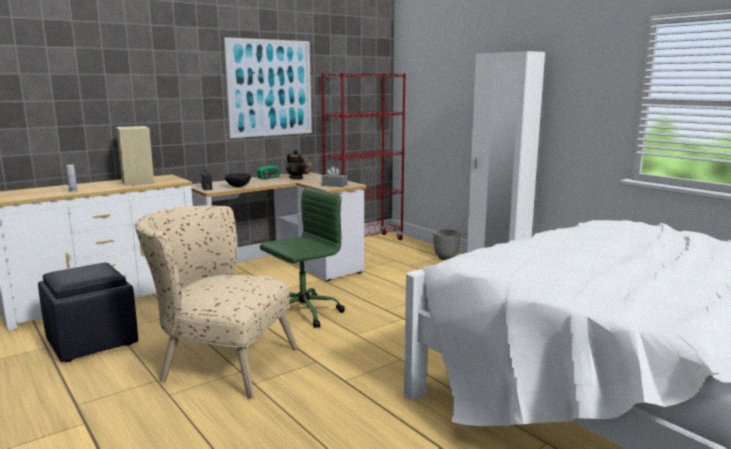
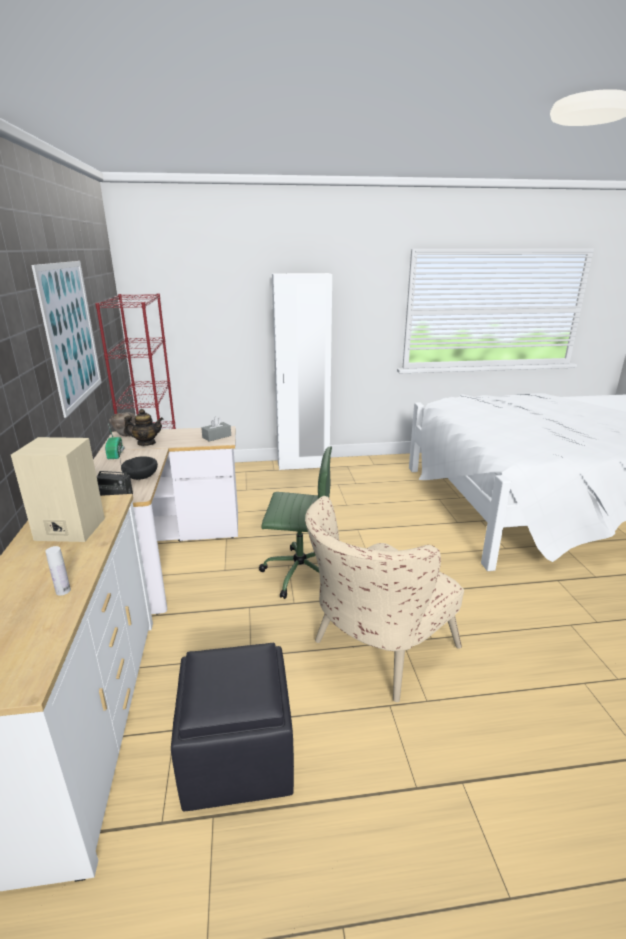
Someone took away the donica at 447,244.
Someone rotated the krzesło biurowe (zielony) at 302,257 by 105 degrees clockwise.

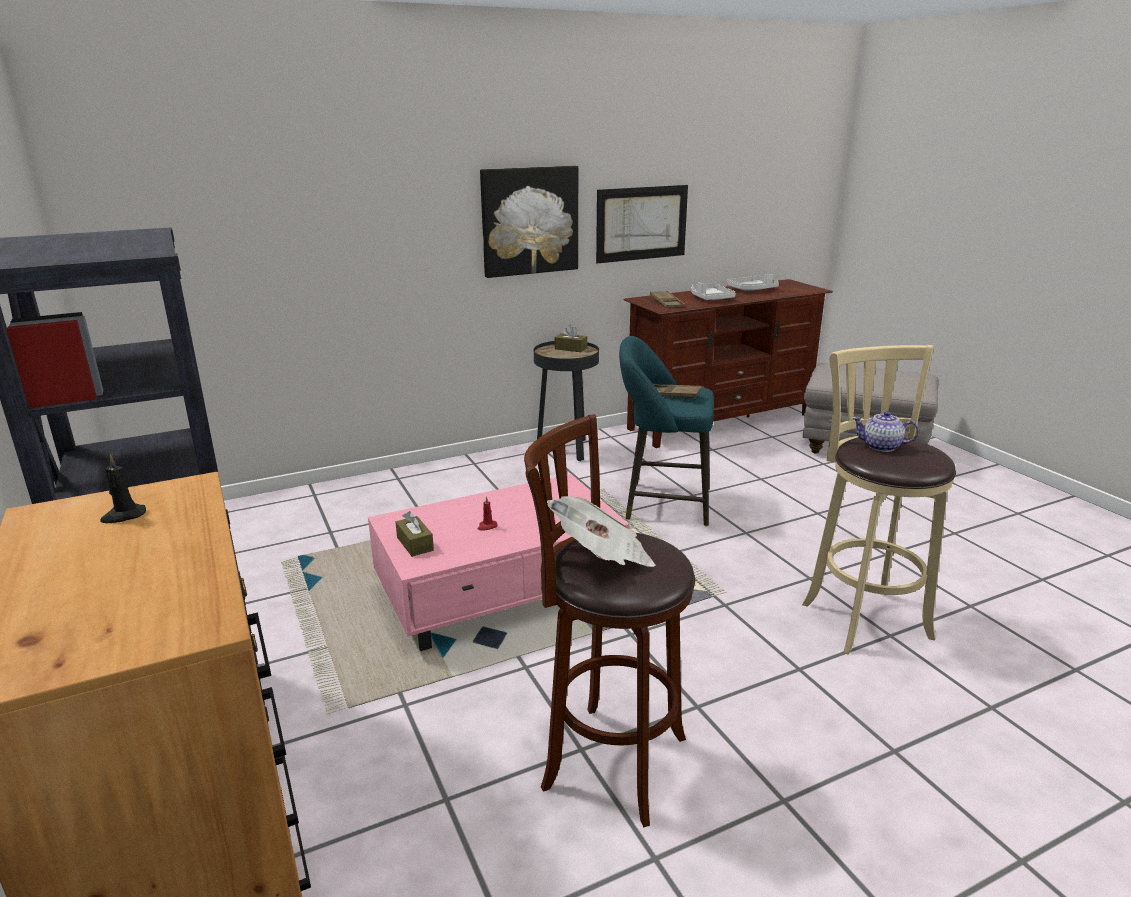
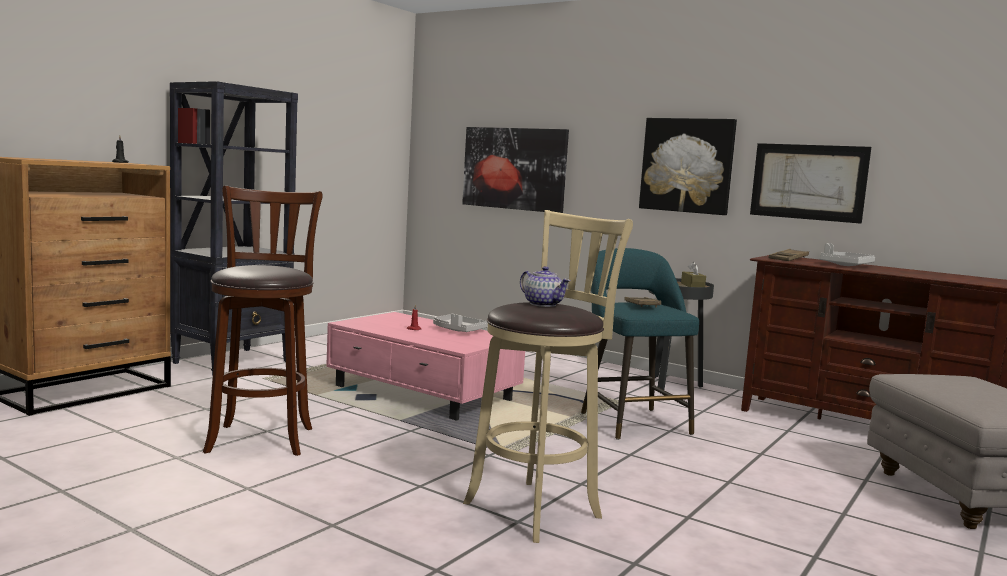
Someone took away the pudełko chusteczek (brązowy) at 415,534.
Someone took away the gazeta at 601,531.
Someone put up the obraz at 515,170.
Someone carried the taca (szary) from 752,282 to 460,322.
Someone rotated the imbryk at 885,431 by 150 degrees clockwise.

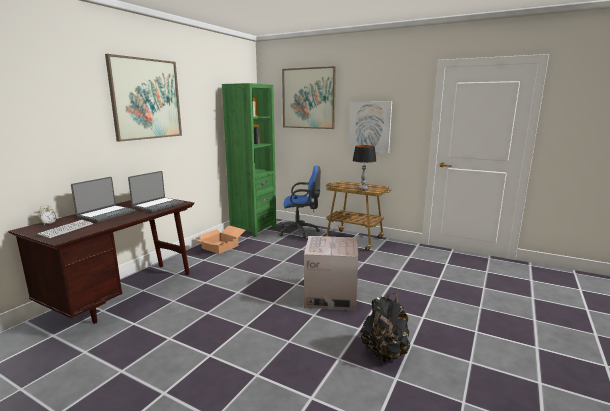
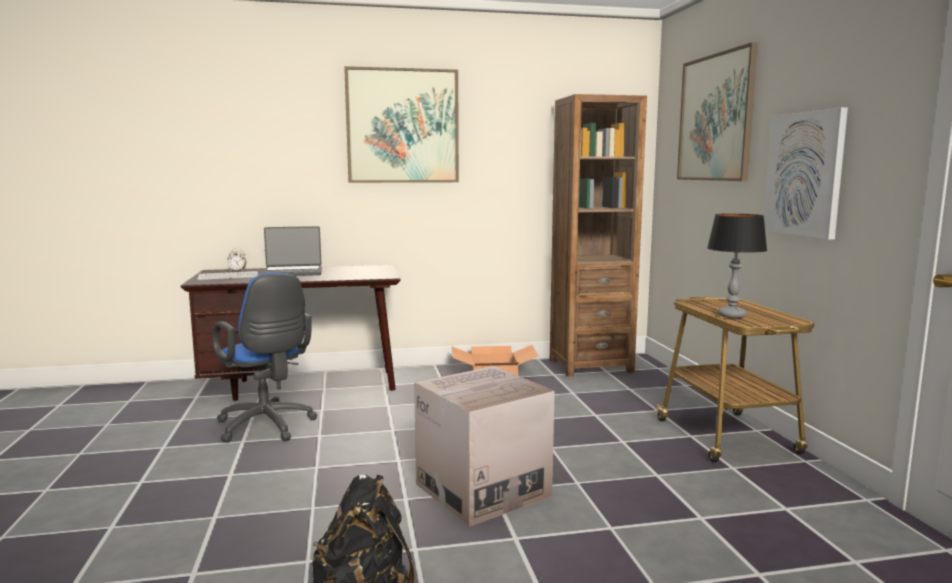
Someone took away the laptop at 156,191.
Someone carried the krzesło biurowe (niebieski) from 300,202 to 264,357.
Someone repainted the regał (zielony) at 249,160, which became the regał (brązowy) at 598,235.

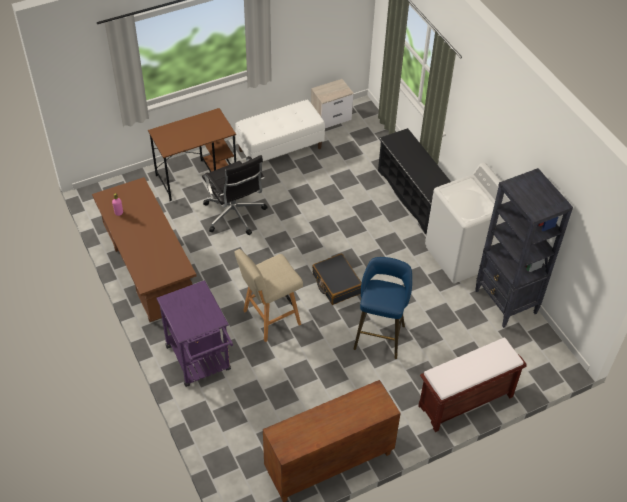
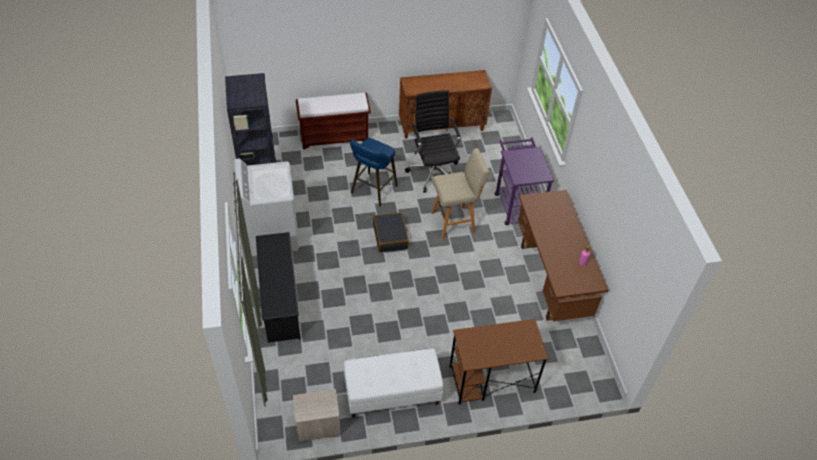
Someone carried the krzesło biurowe (czarny) from 235,195 to 433,141.

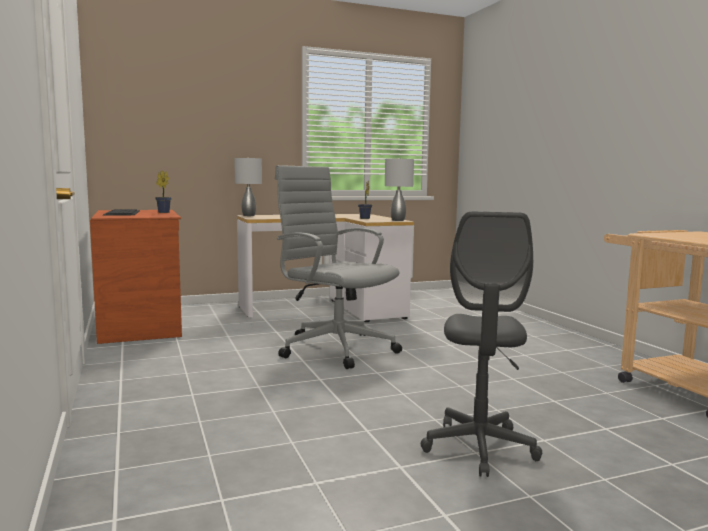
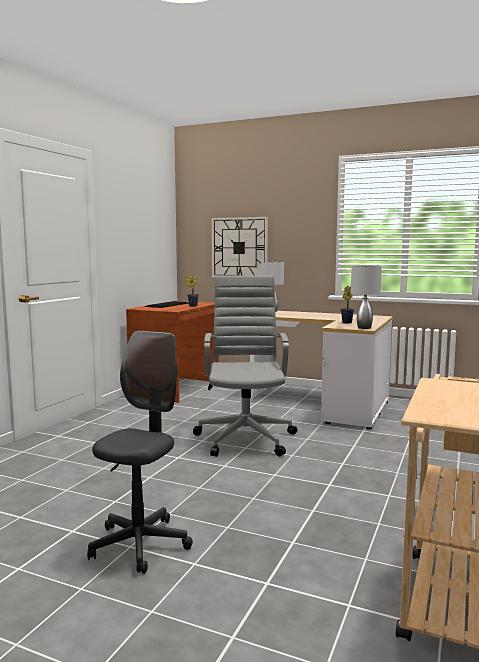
Someone put up the zegar ścienny at 239,247.
Someone rotated the krzesło biurowe (szary) at 481,344 by 150 degrees clockwise.

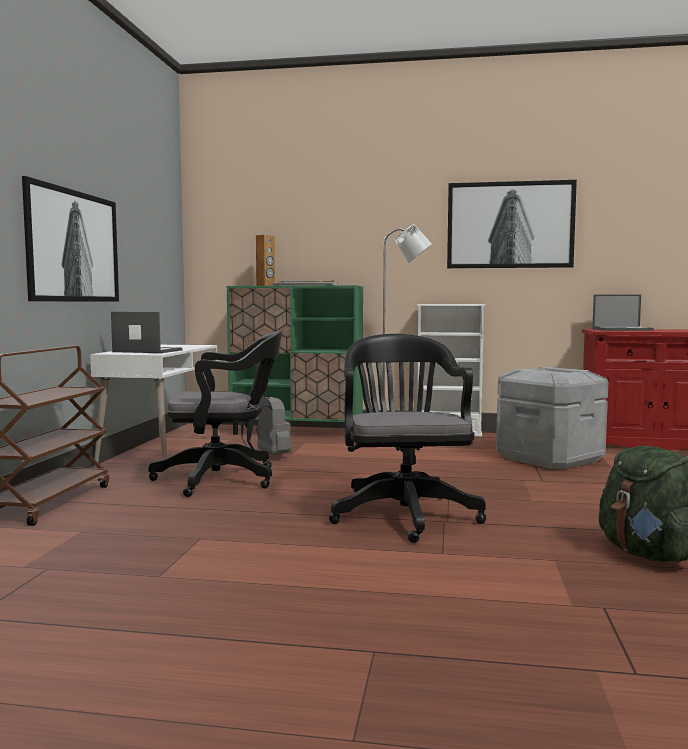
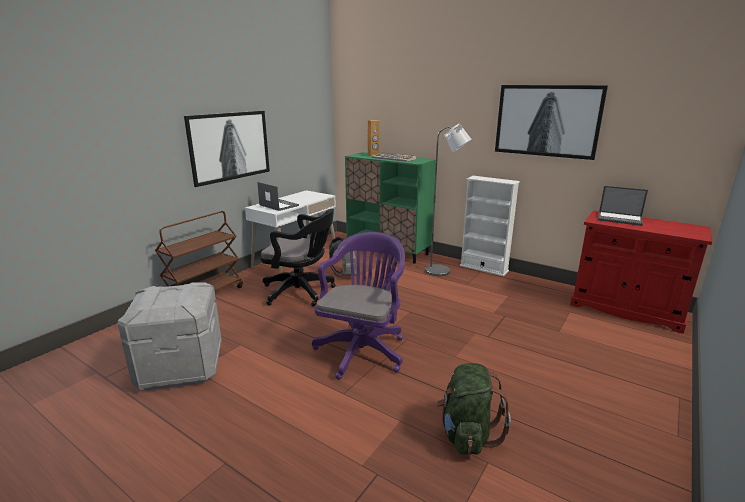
Someone carried the pojemnik do przechowywania (szary) from 552,418 to 169,336.
Someone repainted the krzesło biurowe (czarny) at 407,438, which became the krzesło biurowe (fioletowy) at 358,306.

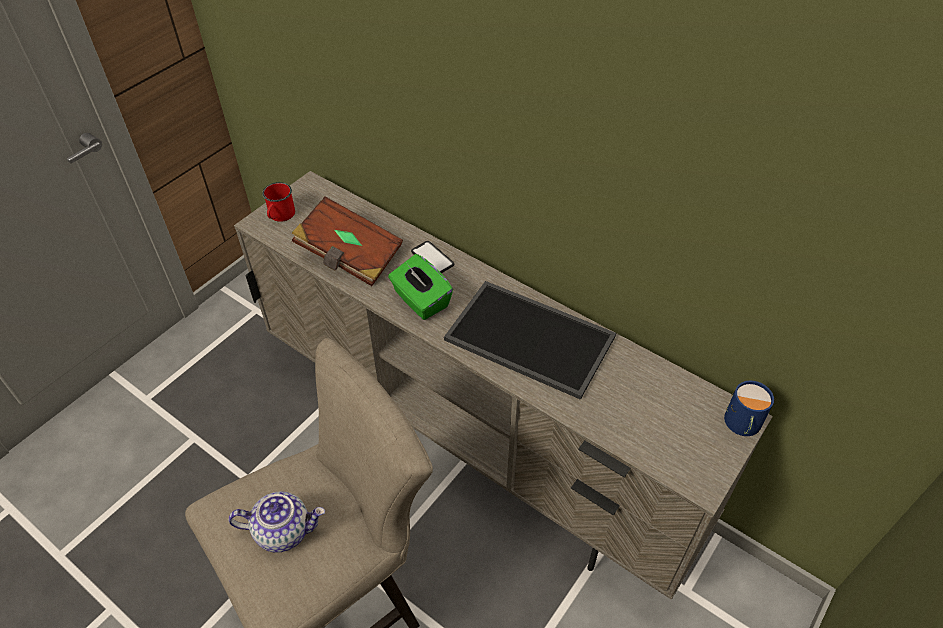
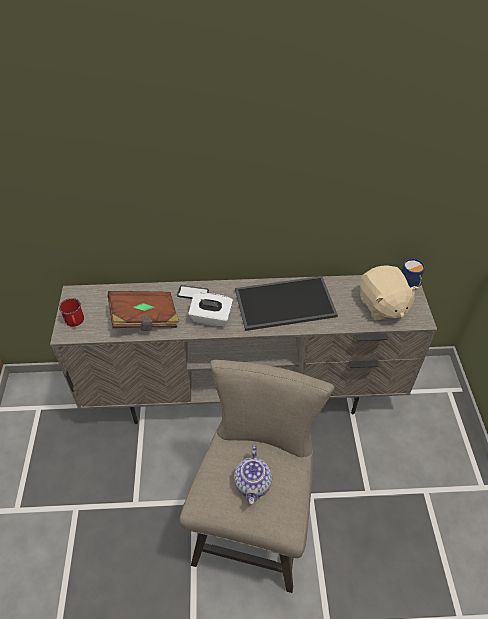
Someone put down the pluszak (beżowy) at 389,293.
Someone repainted the pudełko chusteczek (zielony) at 420,287, which became the pudełko chusteczek (biały) at 210,309.
Someone rotated the imbryk at 277,522 by 135 degrees clockwise.

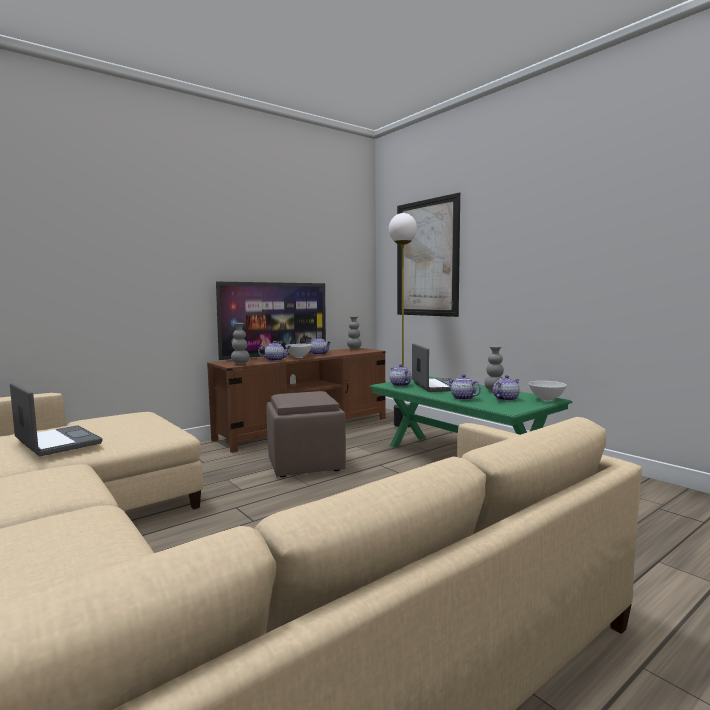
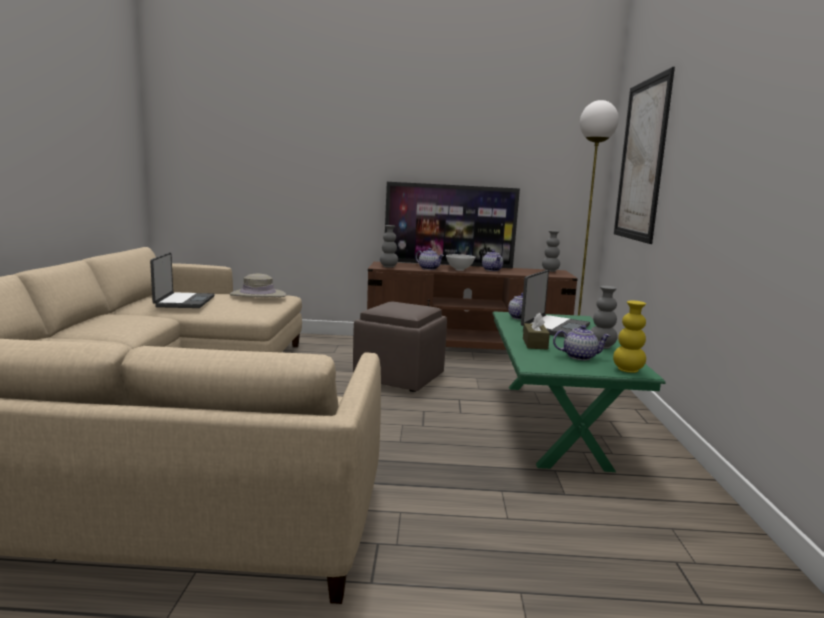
Someone put down the kapelusz (beżowy) at 258,285.
Someone swapped the imbryk at 464,387 for the pudełko chusteczek (brązowy) at 536,331.
Someone swapped the miska (biały) at 548,391 for the wazon (żółty) at 629,337.

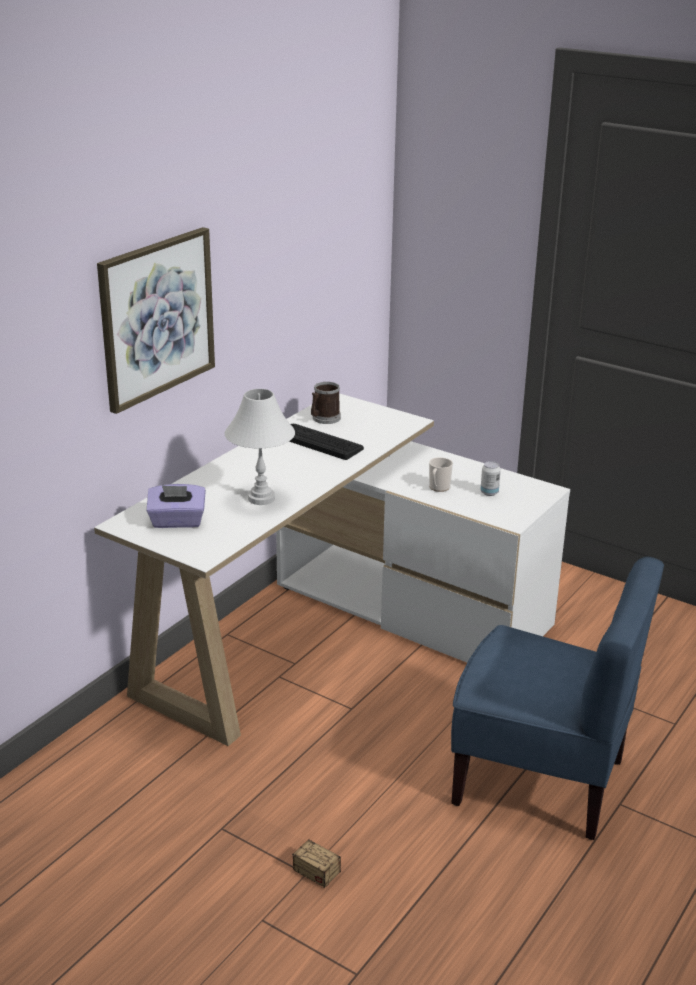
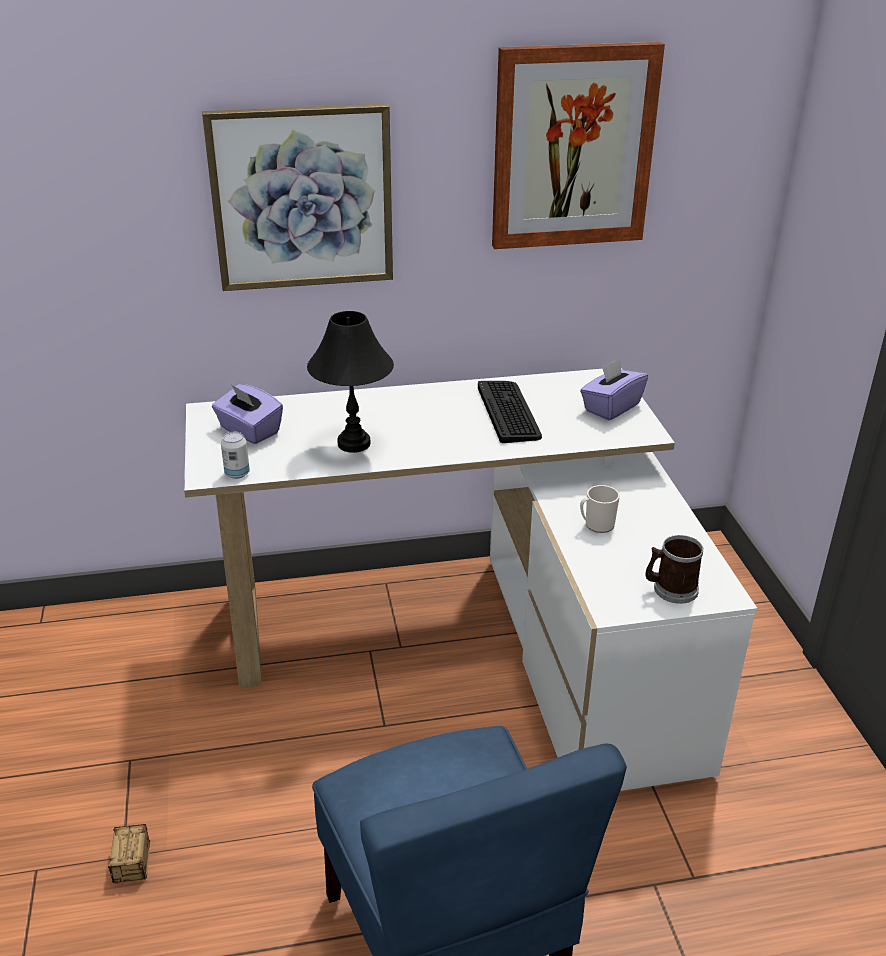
Someone put up the obraz at 578,145.
Someone put down the pudełko chusteczek (fioletowy) at 614,389.
Someone carried the kubek from 326,403 to 674,569.
Someone carried the puszka from 490,478 to 235,455.
Someone repainted the lampa stołowa (biały) at 259,447, which became the lampa stołowa (czarny) at 350,382.

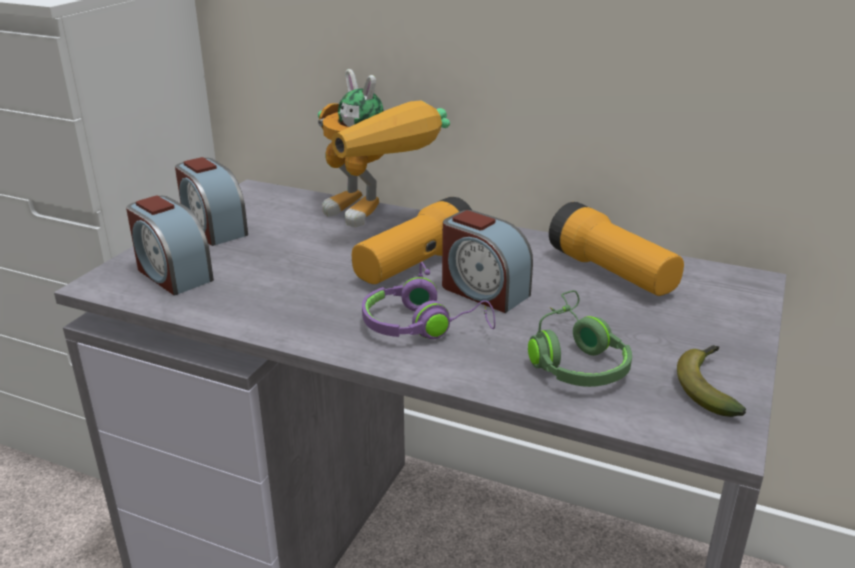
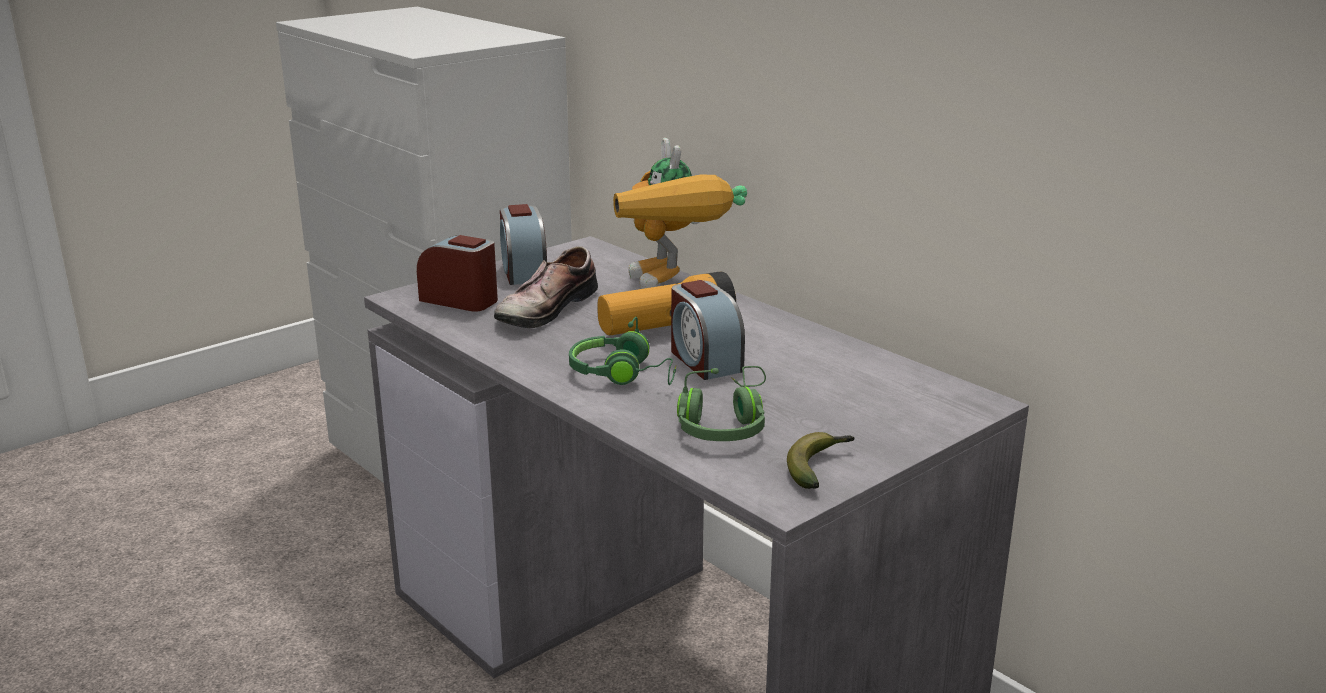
Someone took away the latarka at 616,249.
Someone put down the but at 546,287.
Someone repainted the słuchawki (fioletowy) at 428,300, which became the słuchawki (zielony) at 622,351.
Someone rotated the budzik at 170,245 by 135 degrees clockwise.

